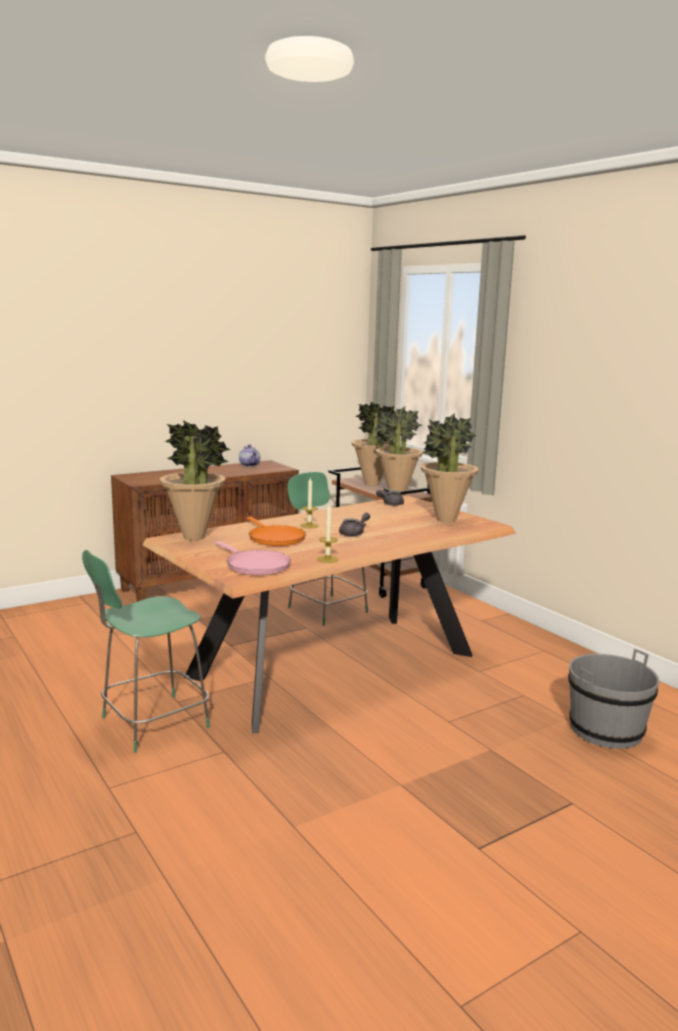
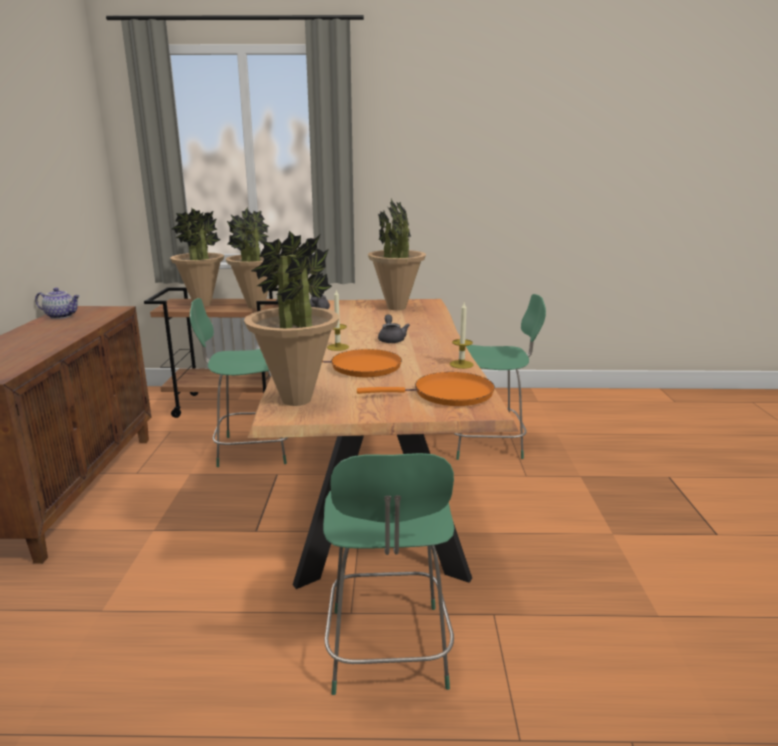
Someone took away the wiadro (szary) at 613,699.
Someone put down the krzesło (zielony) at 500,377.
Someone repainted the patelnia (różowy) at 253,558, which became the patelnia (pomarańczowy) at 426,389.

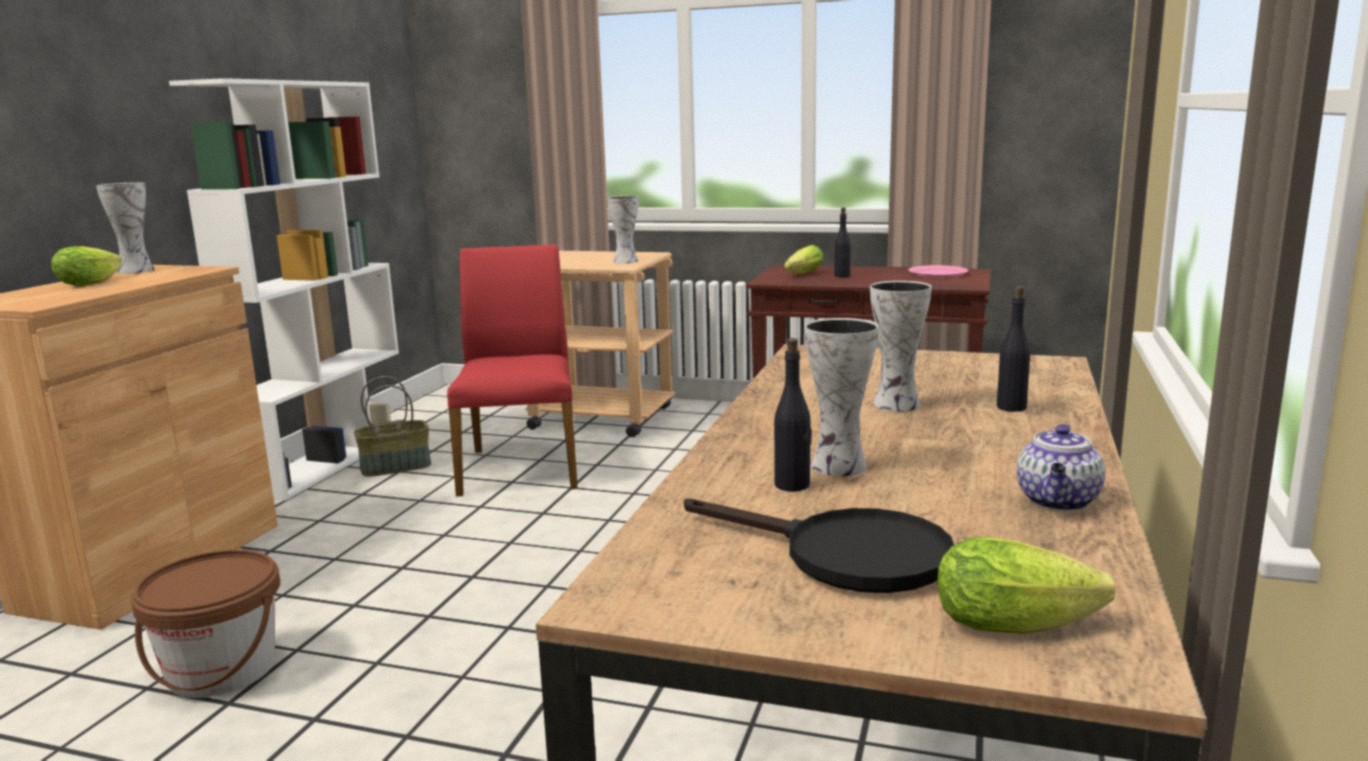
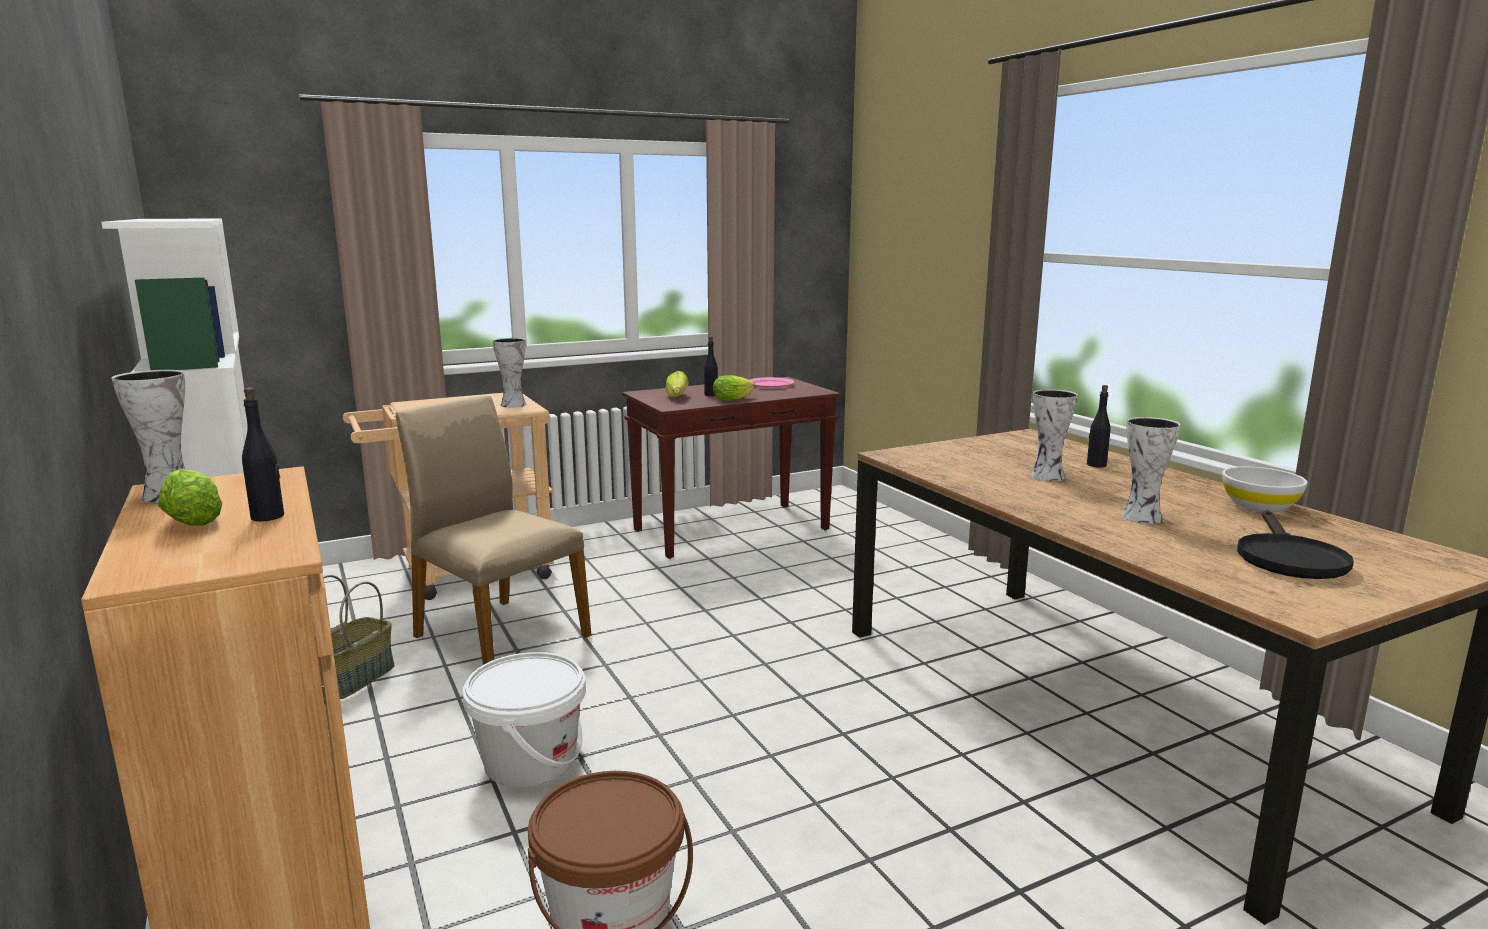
Someone put down the wiadro (biały) at 524,719.
Someone carried the butelka (czarny) from 792,414 to 263,454.
Someone carried the sałata from 1026,585 to 734,388.
Someone swapped the imbryk at 1061,467 for the miska (biały) at 1265,489.
Someone repainted the krzesło (czerwony) at 512,371, which became the krzesło (beżowy) at 493,530.
Someone rotated the patelnia (czarny) at 819,546 by 120 degrees clockwise.

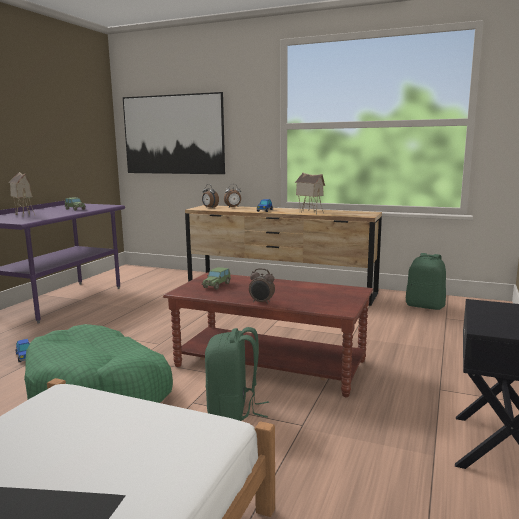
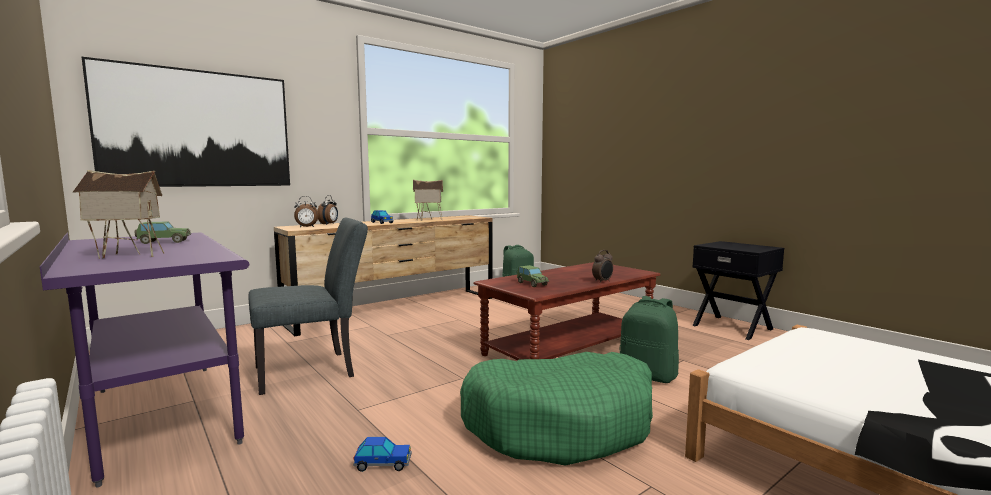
Someone put down the krzesło (szary) at 308,306.

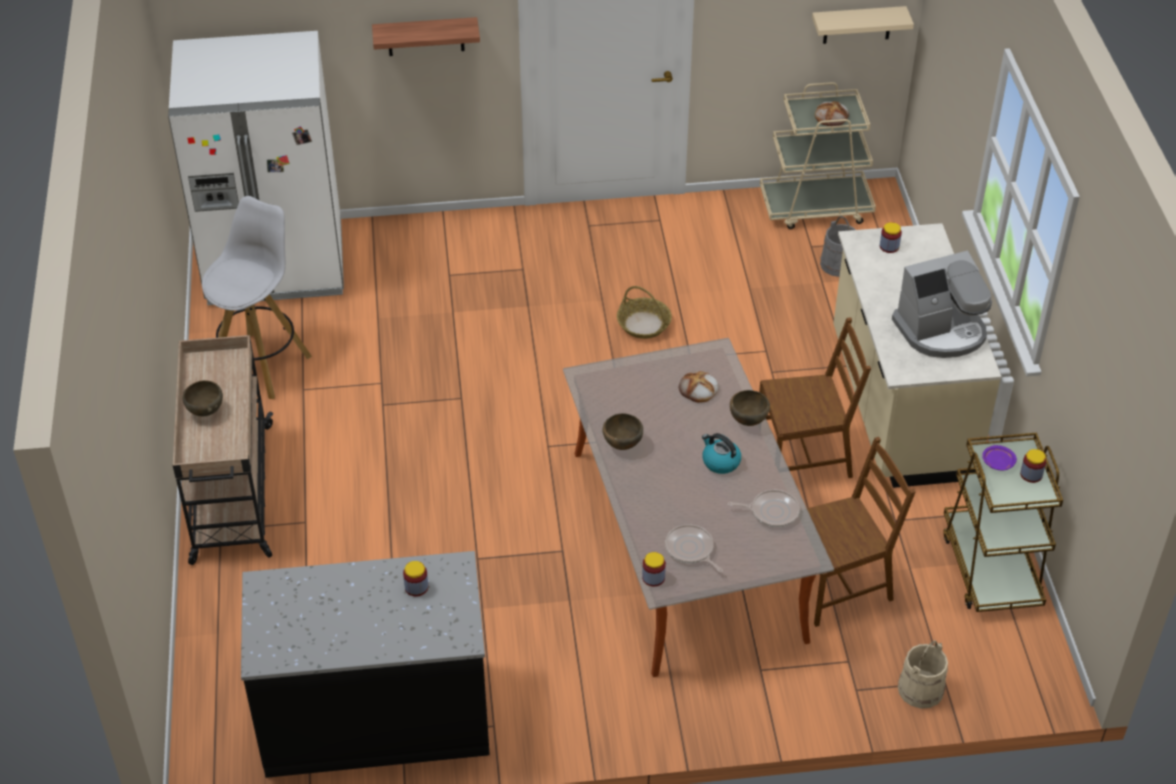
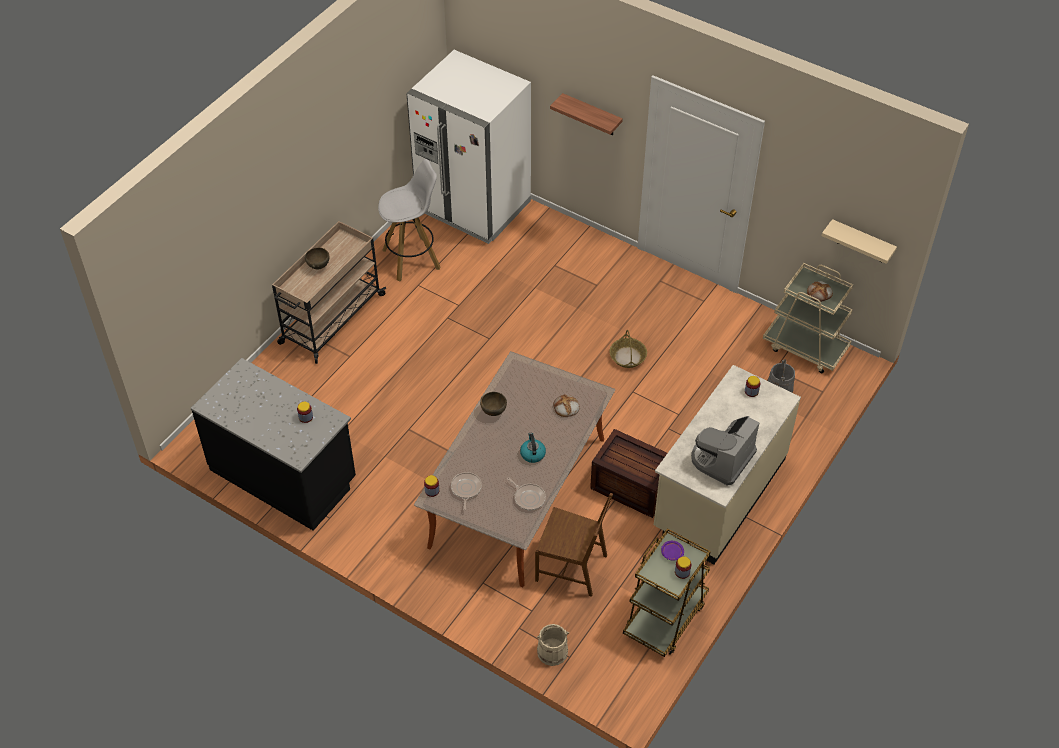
Someone took away the miska (brązowy) at 750,408.
Someone swapped the krzesło (brązowy) at 815,397 for the skrzynka at 628,473.
Someone rotated the ekspres do kawy at 942,304 by 105 degrees clockwise.

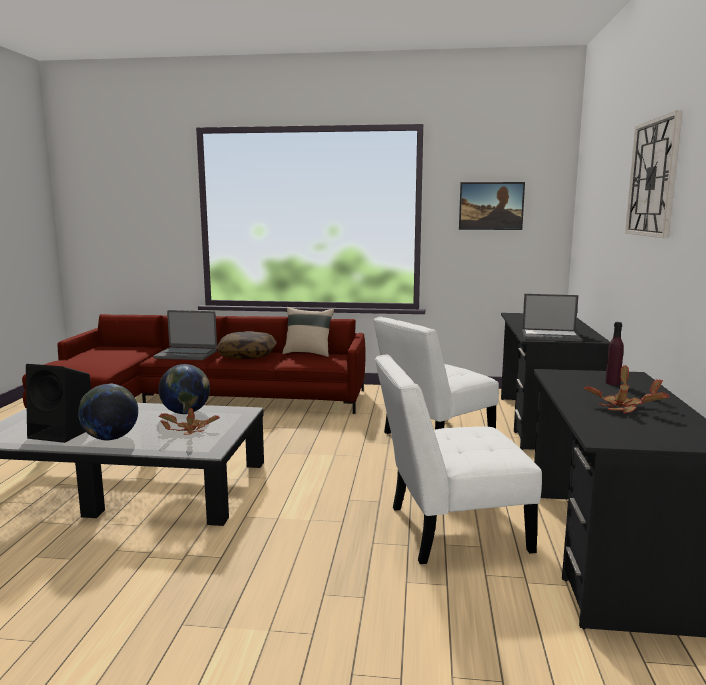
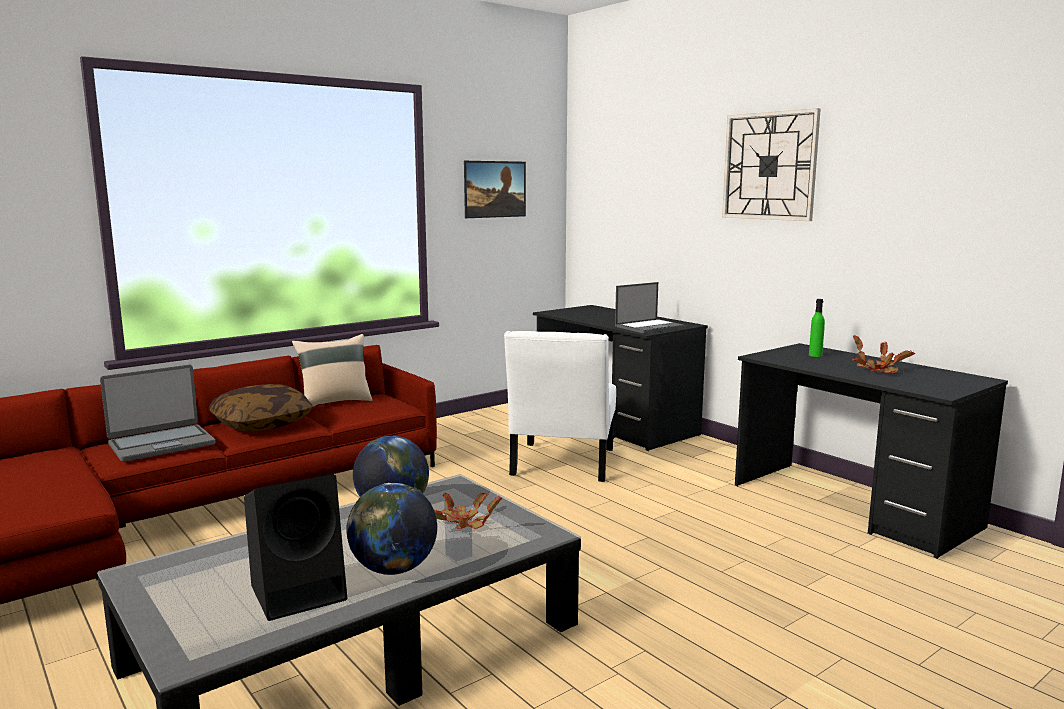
Someone took away the krzesło (biały) at 458,459.
Someone repainted the butelka (fioletowy) at 614,353, which became the butelka (zielony) at 817,328.

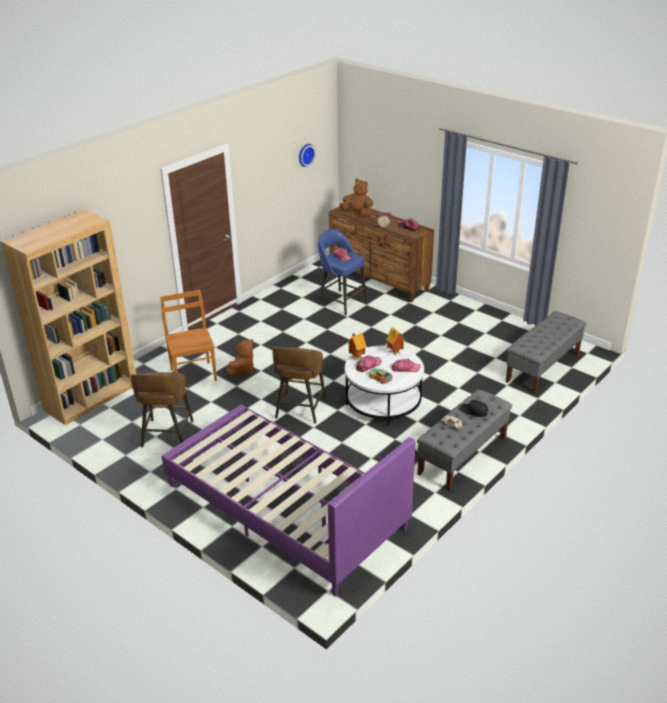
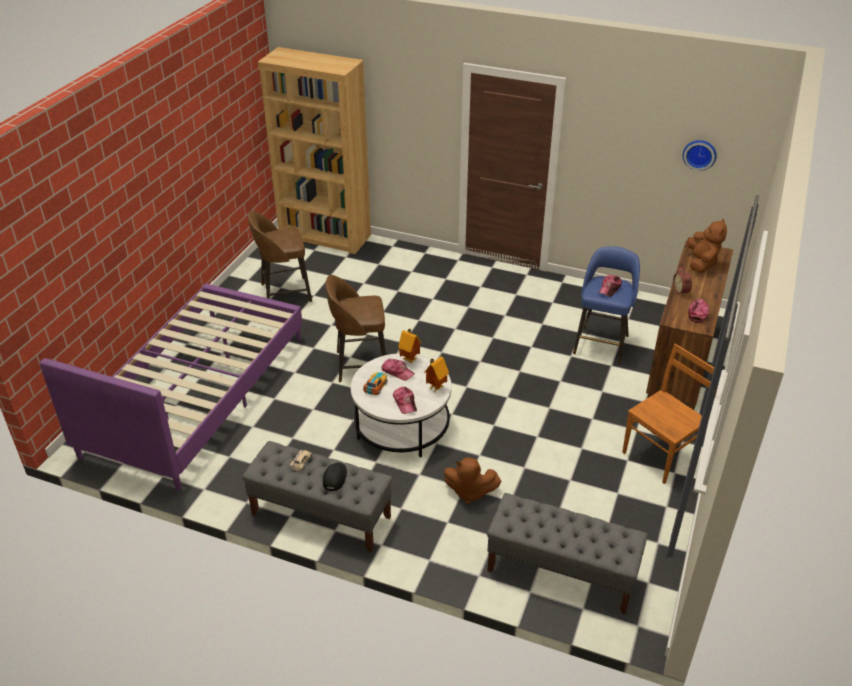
Someone carried the krzesło (brązowy) from 188,335 to 670,414.
Someone carried the pluszak (brązowy) from 240,358 to 472,481.

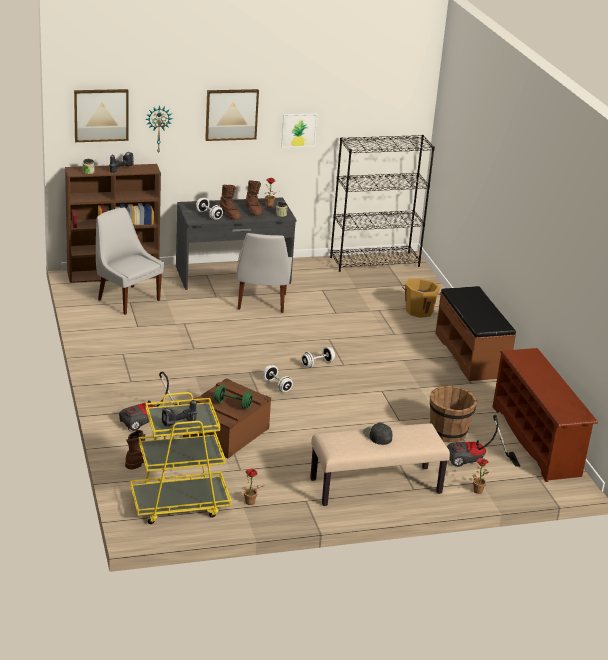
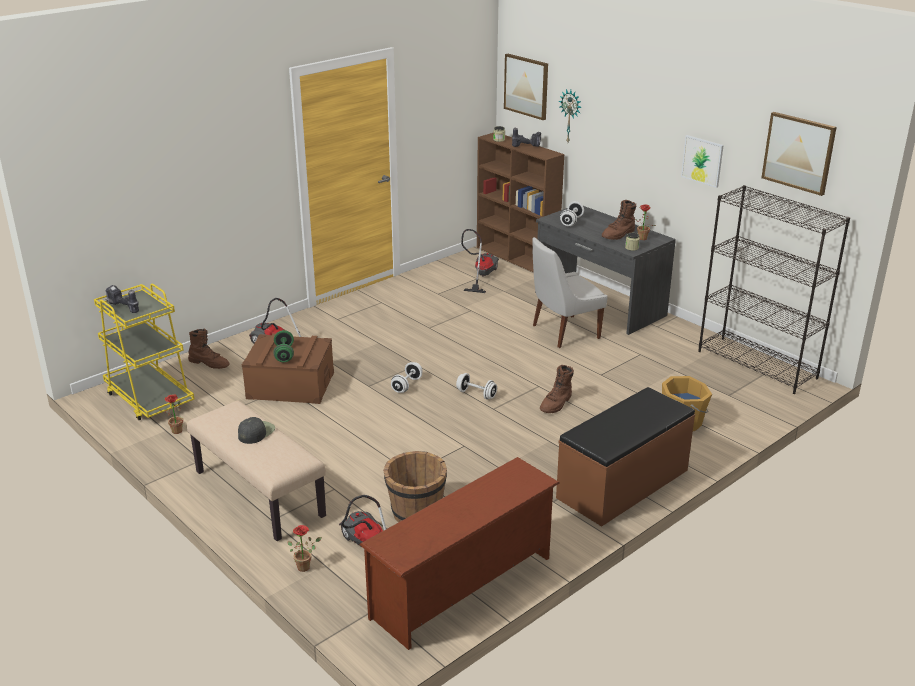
Someone carried the obraz from 232,115 to 799,154.
Someone carried the but z cholewką (brązowy) from 230,202 to 557,389.
Someone swapped the krzesło (biały) at 130,261 for the odkurzacz at 480,261.

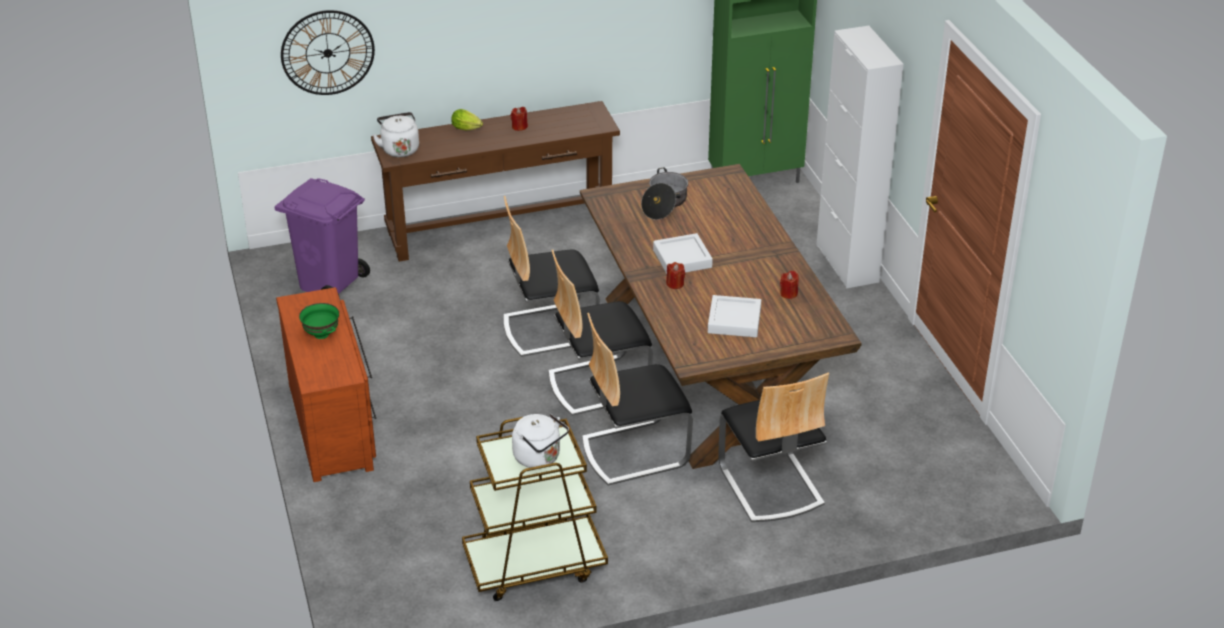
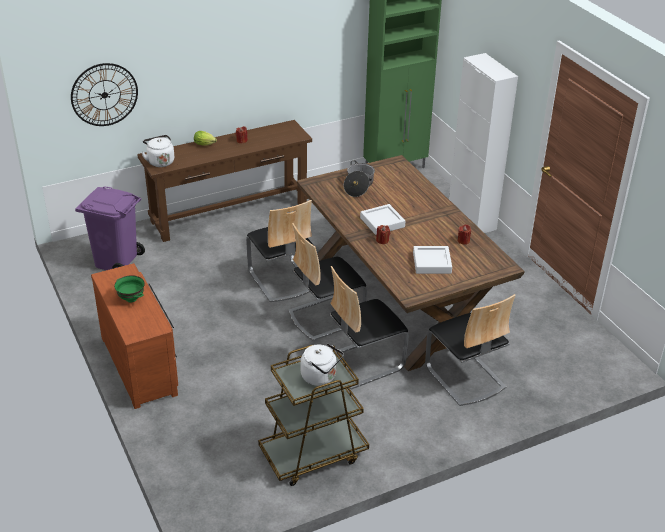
Someone rotated the krzesło at 552,276 by 90 degrees counterclockwise.

